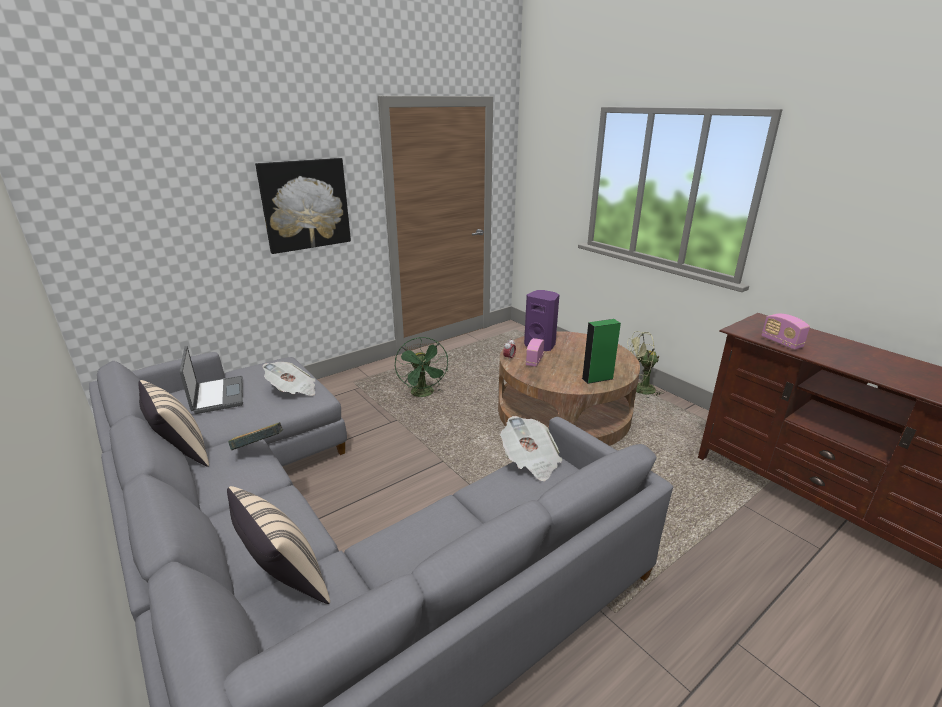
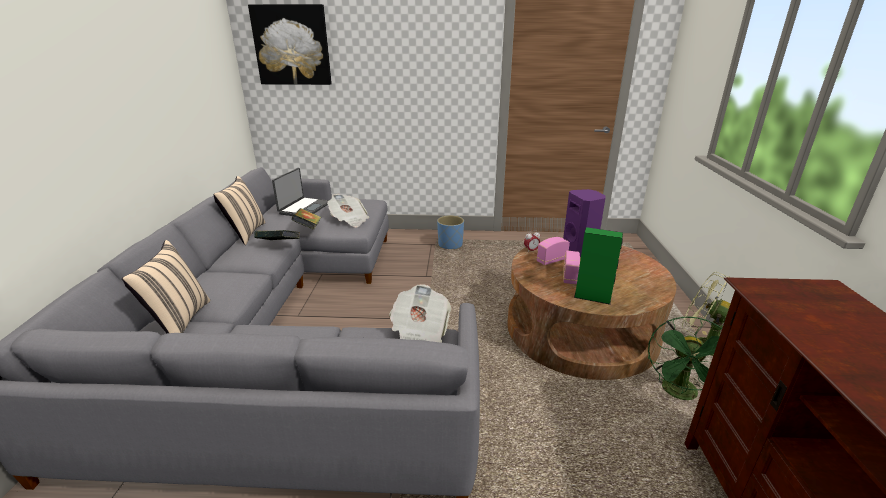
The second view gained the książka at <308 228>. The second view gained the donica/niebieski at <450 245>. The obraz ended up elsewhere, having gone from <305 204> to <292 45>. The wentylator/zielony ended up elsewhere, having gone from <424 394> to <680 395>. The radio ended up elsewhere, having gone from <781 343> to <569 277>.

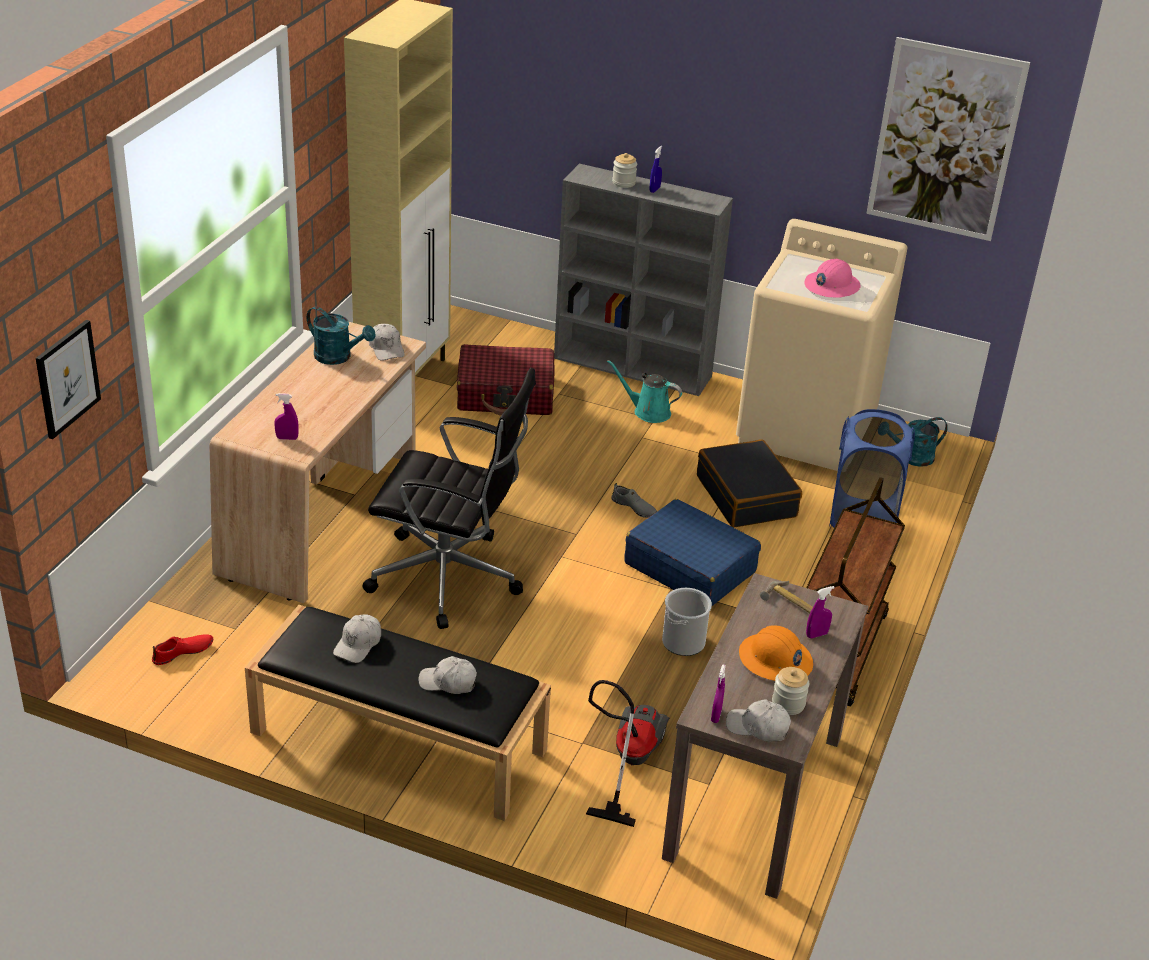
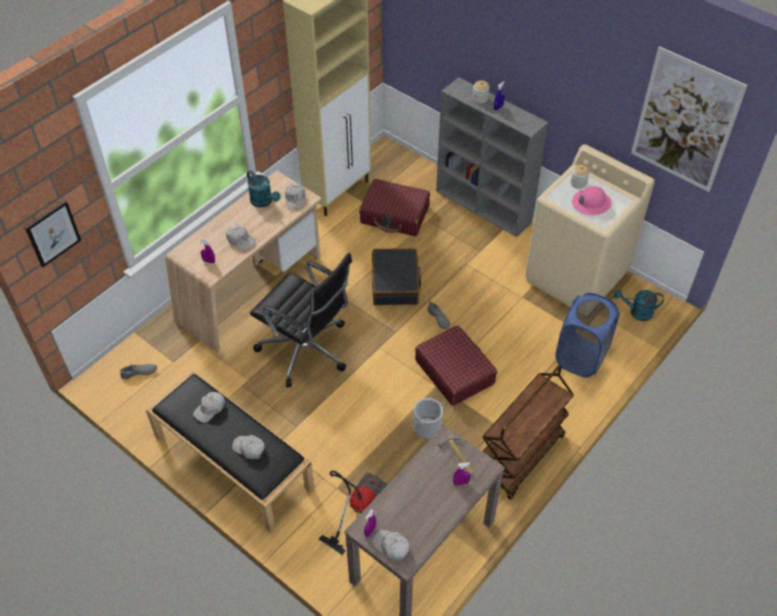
The second view lost the konewka/turkusowy at <648 412>. The second view lost the kask/pomarańczowy at <775 660>. The second view gained the czapka z daszkiem/biały at <241 240>. The walizka/czarny ended up elsewhere, having gone from <747 496> to <395 283>. The słoik ended up elsewhere, having gone from <788 704> to <578 183>. What was the but/czerwony at <183 653> turned into the but/szary at <139 373>. What was the walizka/niebieski at <690 567> turned into the walizka/czerwony at <454 371>.

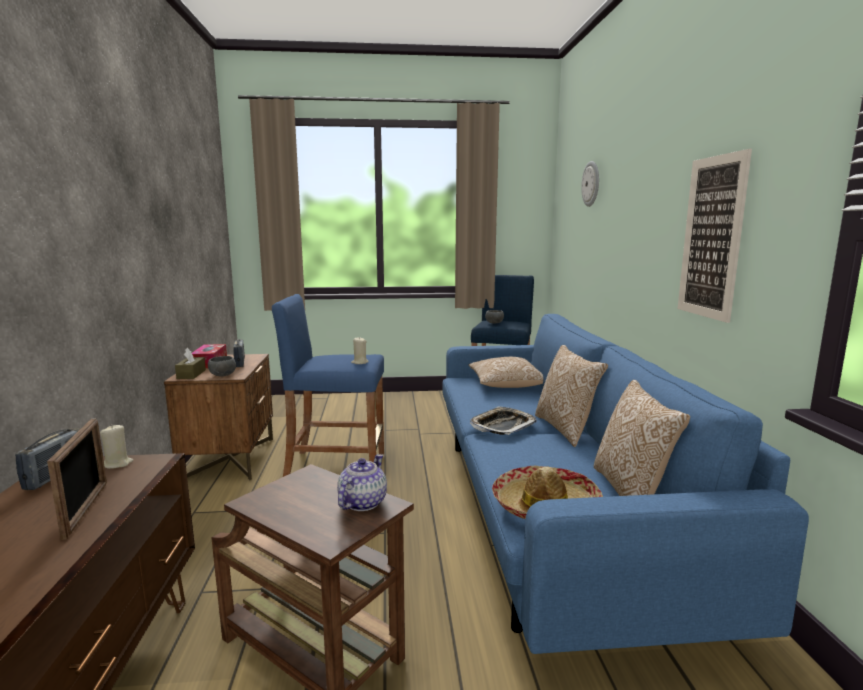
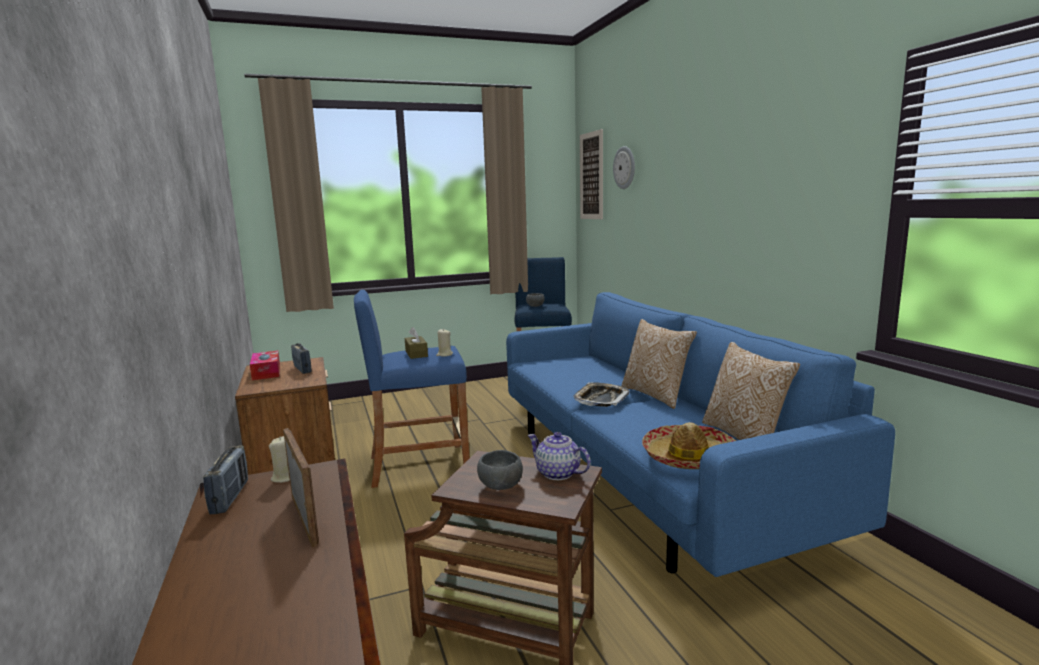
The second view lost the poduszka at <505 385>. The pudełko chusteczek/brązowy ended up elsewhere, having gone from <191 374> to <416 354>. The miska/szary ended up elsewhere, having gone from <222 375> to <499 486>. The obraz ended up elsewhere, having gone from <711 237> to <591 176>. The imbryk at <362 503> ended up facing another way, 60 degrees counterclockwise from before.

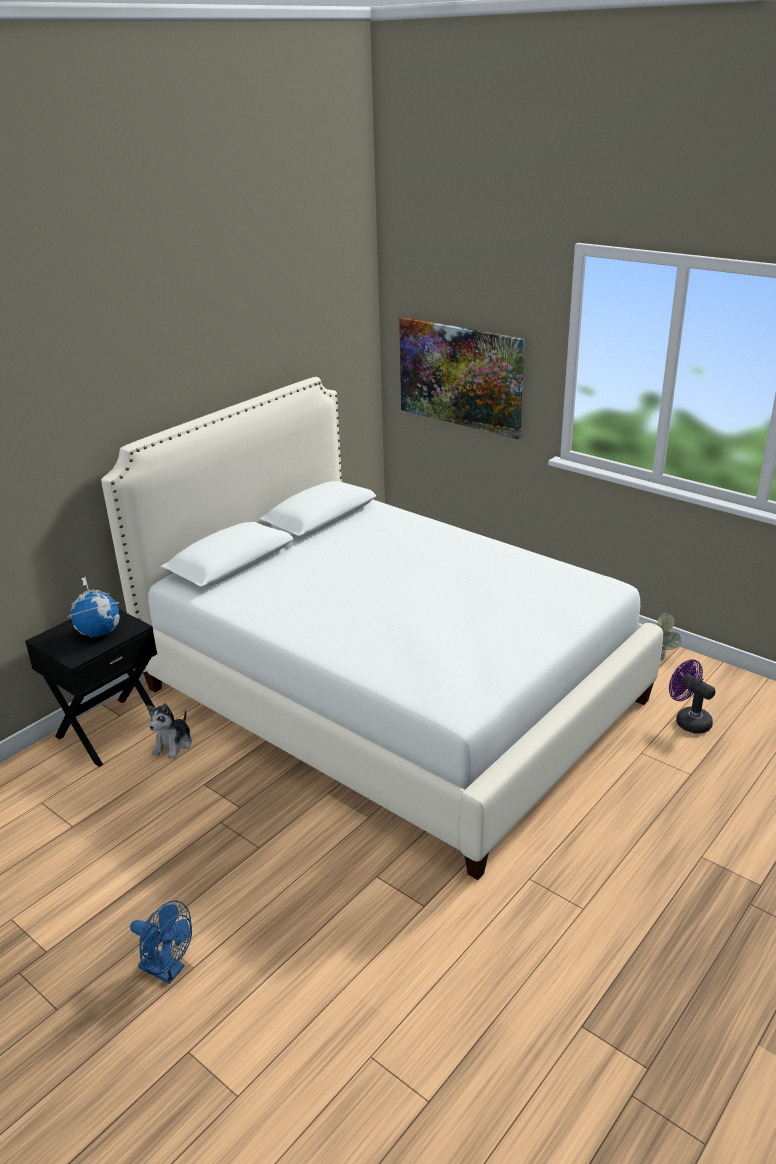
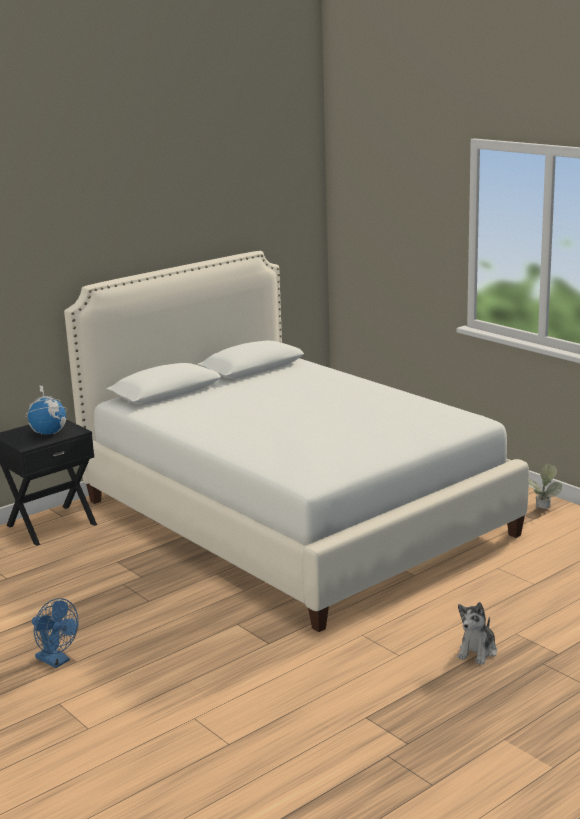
The second view lost the obraz at <460 376>. The second view lost the wentylator/fioletowy at <688 720>. The pluszak ended up elsewhere, having gone from <173 745> to <478 652>.

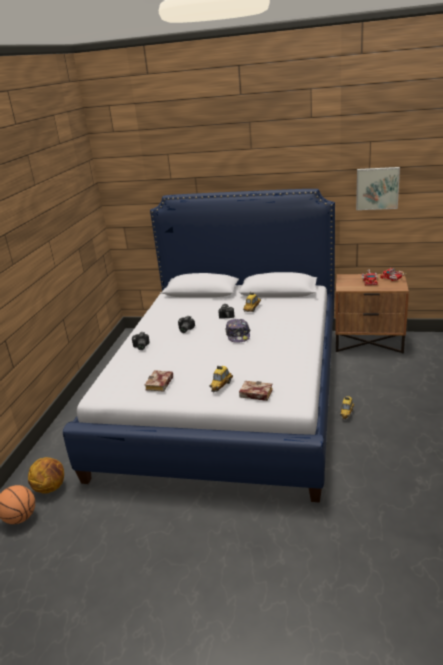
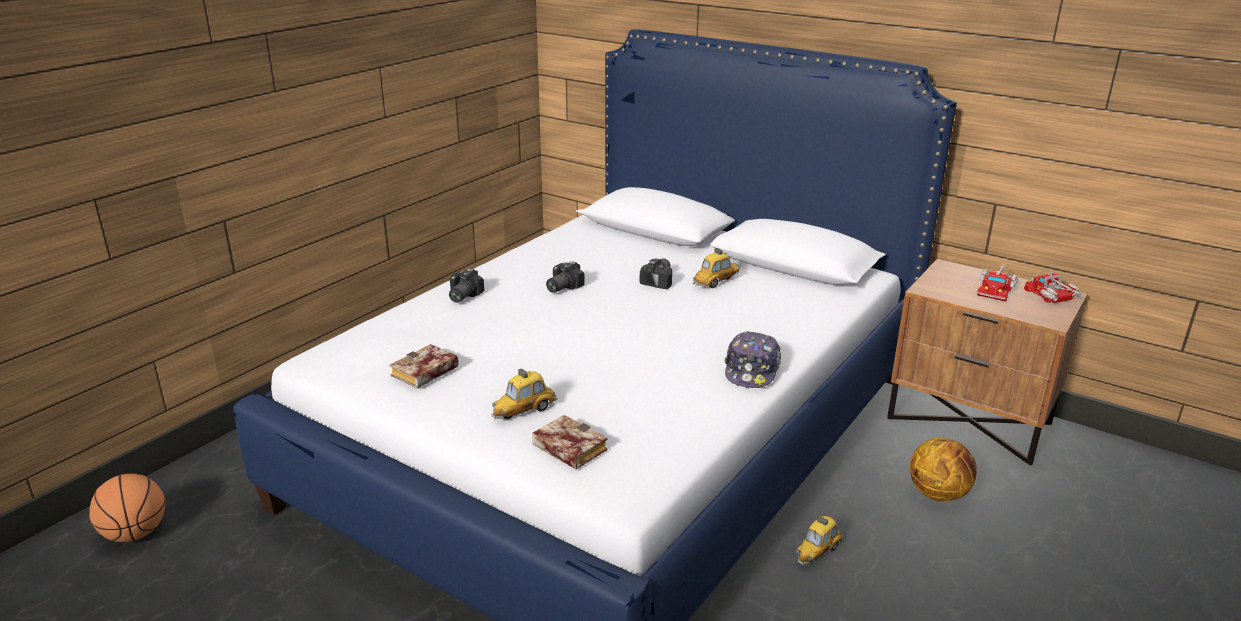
The second view lost the obraz at <377 188>. The piłka do koszykówki ended up elsewhere, having gone from <50 487> to <939 493>. The czapka z daszkiem ended up elsewhere, having gone from <238 335> to <752 370>.

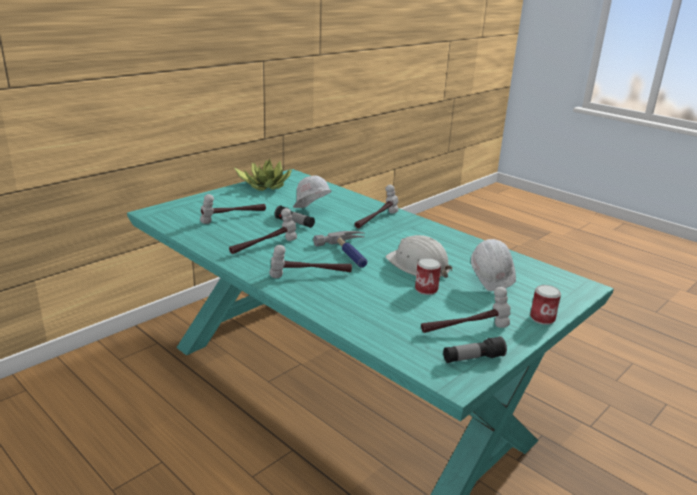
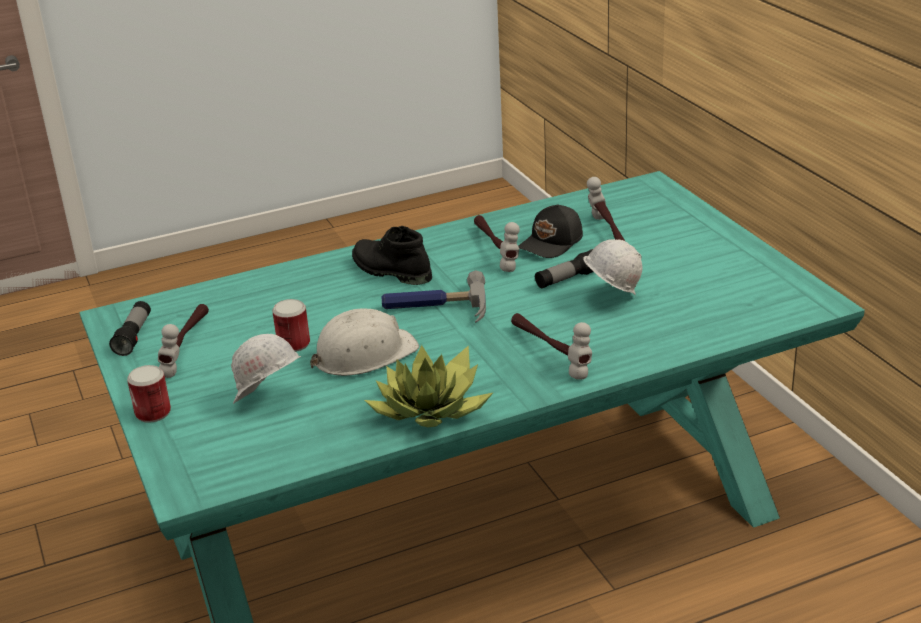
The second view gained the czapka z daszkiem/czarny at <552 243>. The roślina doniczkowa ended up elsewhere, having gone from <265 185> to <432 410>. Where the młotek stood at <310 275>, the but z cholewką/czarny came to stand at <390 271>.

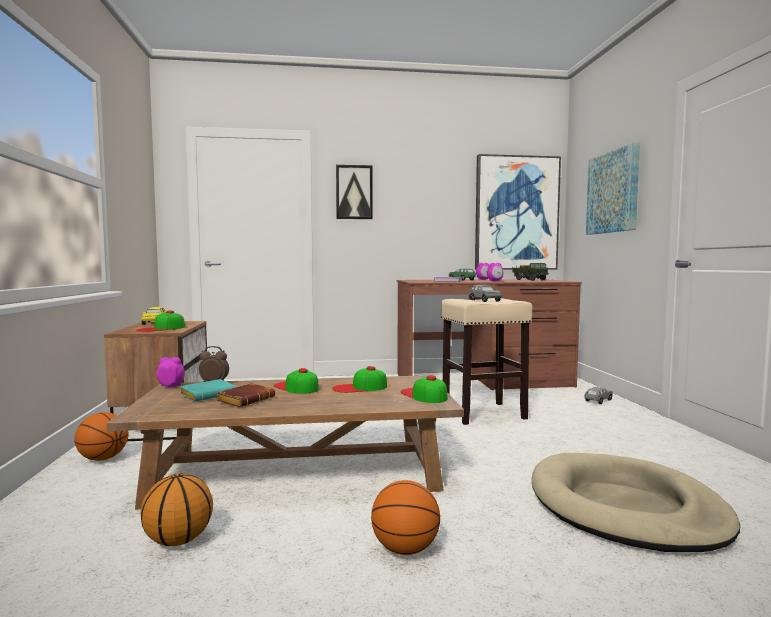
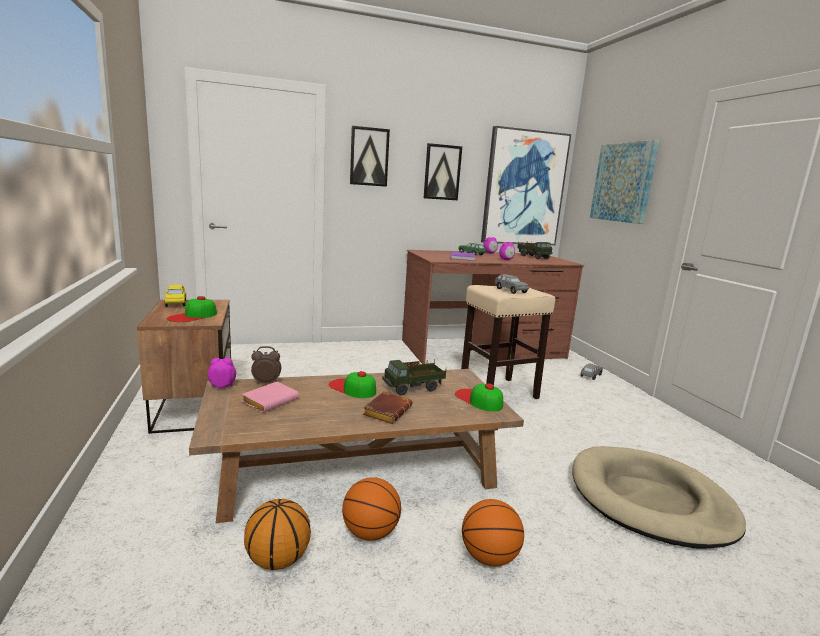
The second view gained the obraz at <442 172>. The piłka do koszykówki ended up elsewhere, having gone from <103 458> to <370 533>. The książka/brązowy ended up elsewhere, having gone from <246 399> to <386 411>. Where the czapka z daszkiem stood at <359 387>, the ciężarówka zabawkowa came to stand at <413 388>. What was the książka/turkusowy at <209 394> turned into the książka/różowy at <270 400>.

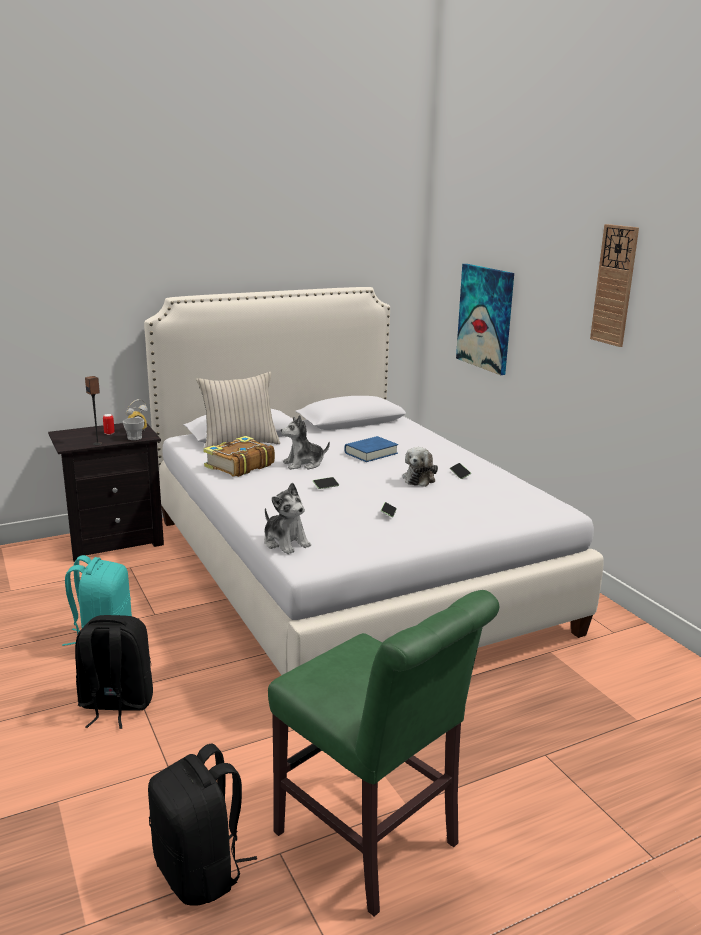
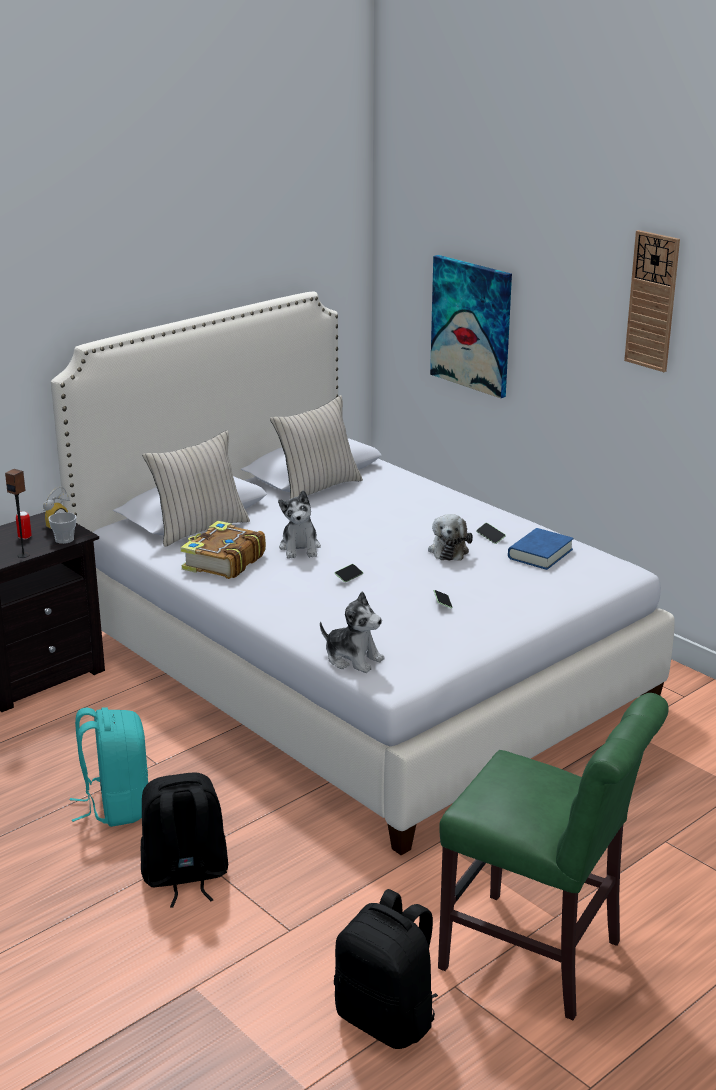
The second view gained the poduszka/beżowy at <317 488>. The książka/niebieski ended up elsewhere, having gone from <371 453> to <540 554>. The pluszak at <304 464> ended up facing another way, 60 degrees counterclockwise from before.

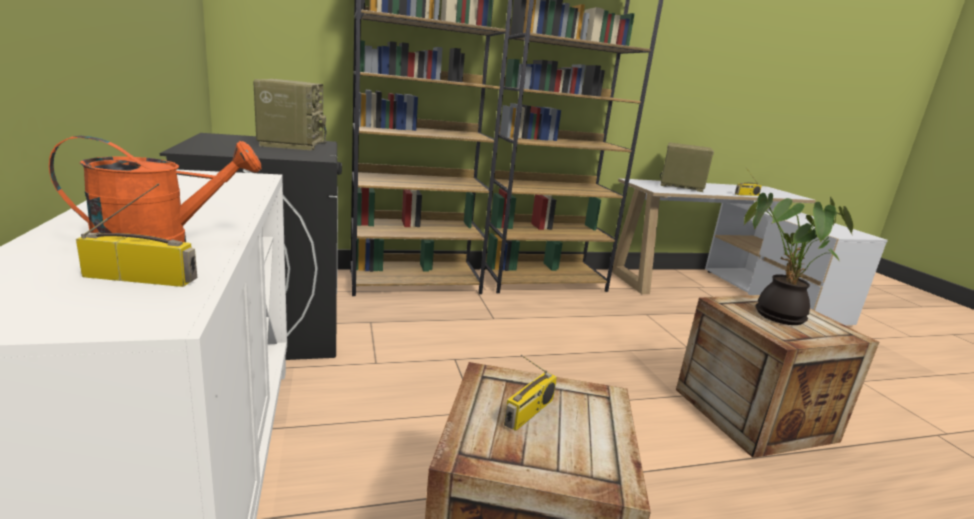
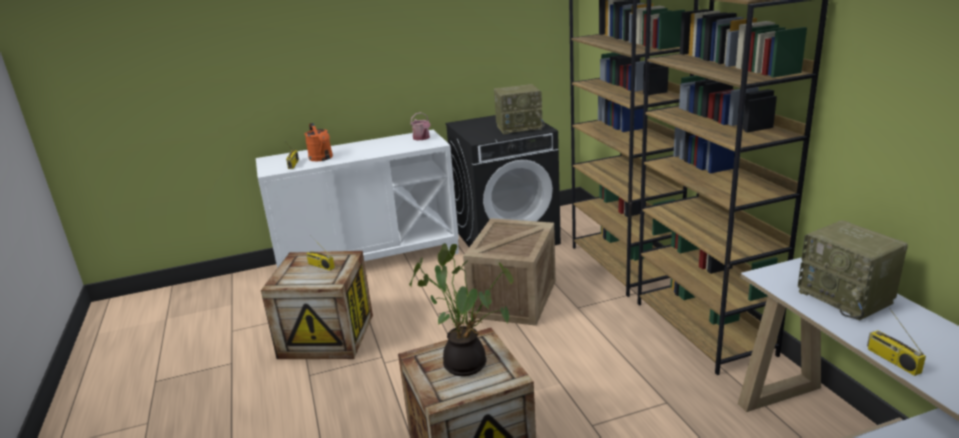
The second view gained the konewka at <422 138>. The second view gained the skrzynka at <514 299>. The radio at <680 186> ended up facing another way, 135 degrees clockwise from before.

